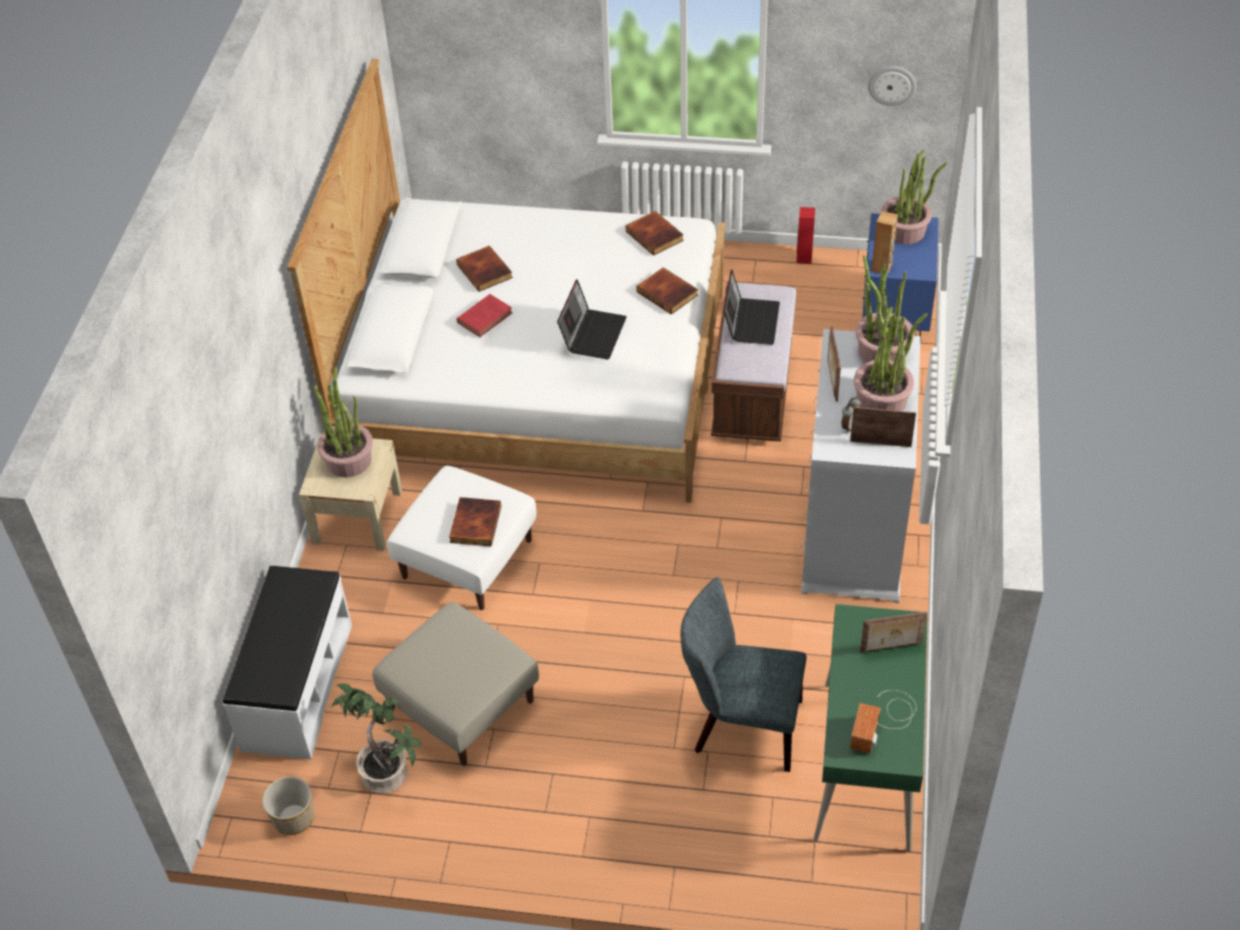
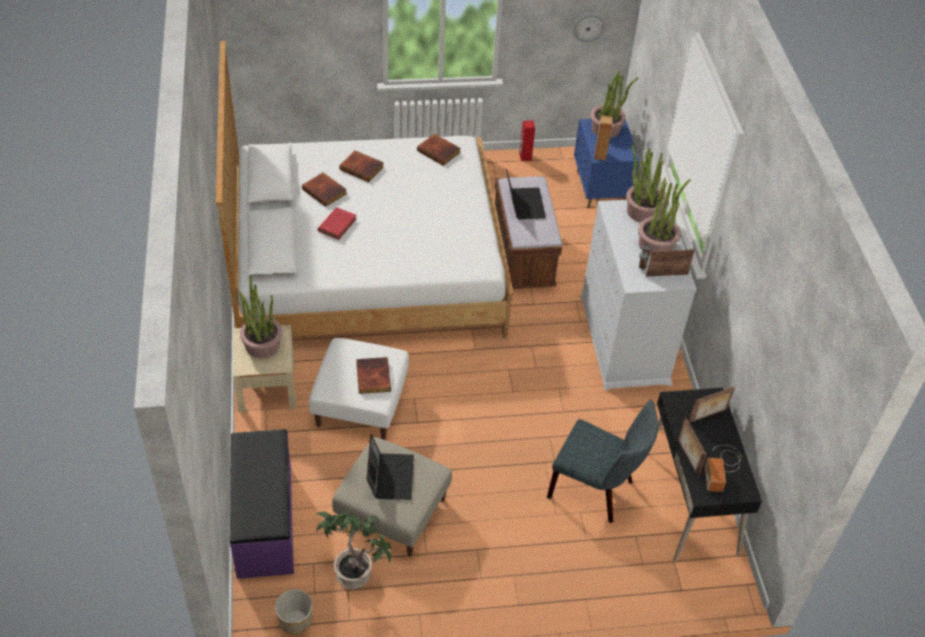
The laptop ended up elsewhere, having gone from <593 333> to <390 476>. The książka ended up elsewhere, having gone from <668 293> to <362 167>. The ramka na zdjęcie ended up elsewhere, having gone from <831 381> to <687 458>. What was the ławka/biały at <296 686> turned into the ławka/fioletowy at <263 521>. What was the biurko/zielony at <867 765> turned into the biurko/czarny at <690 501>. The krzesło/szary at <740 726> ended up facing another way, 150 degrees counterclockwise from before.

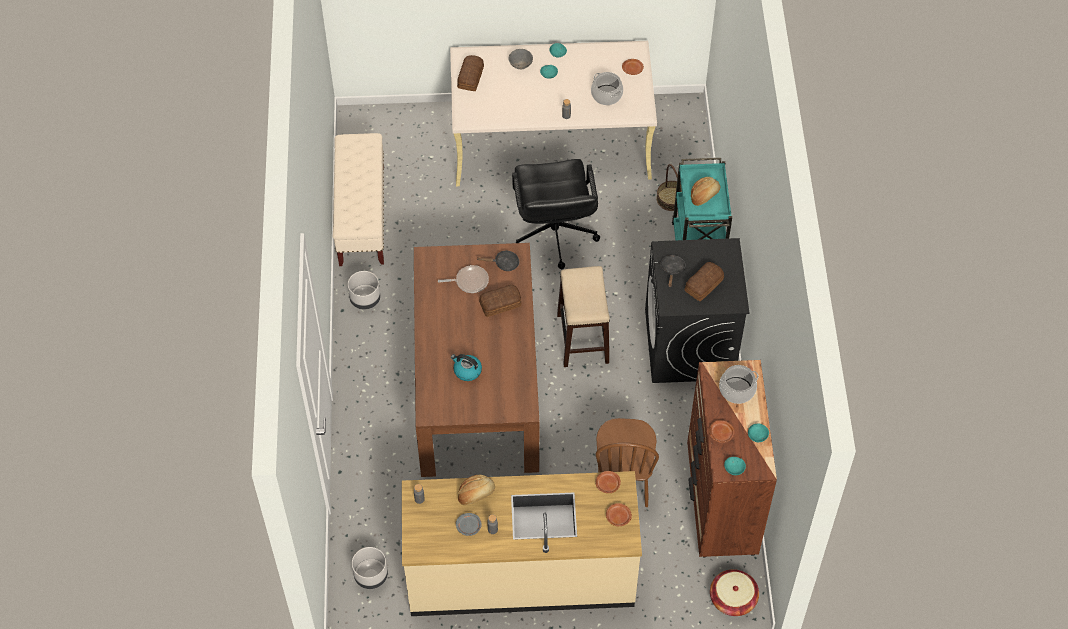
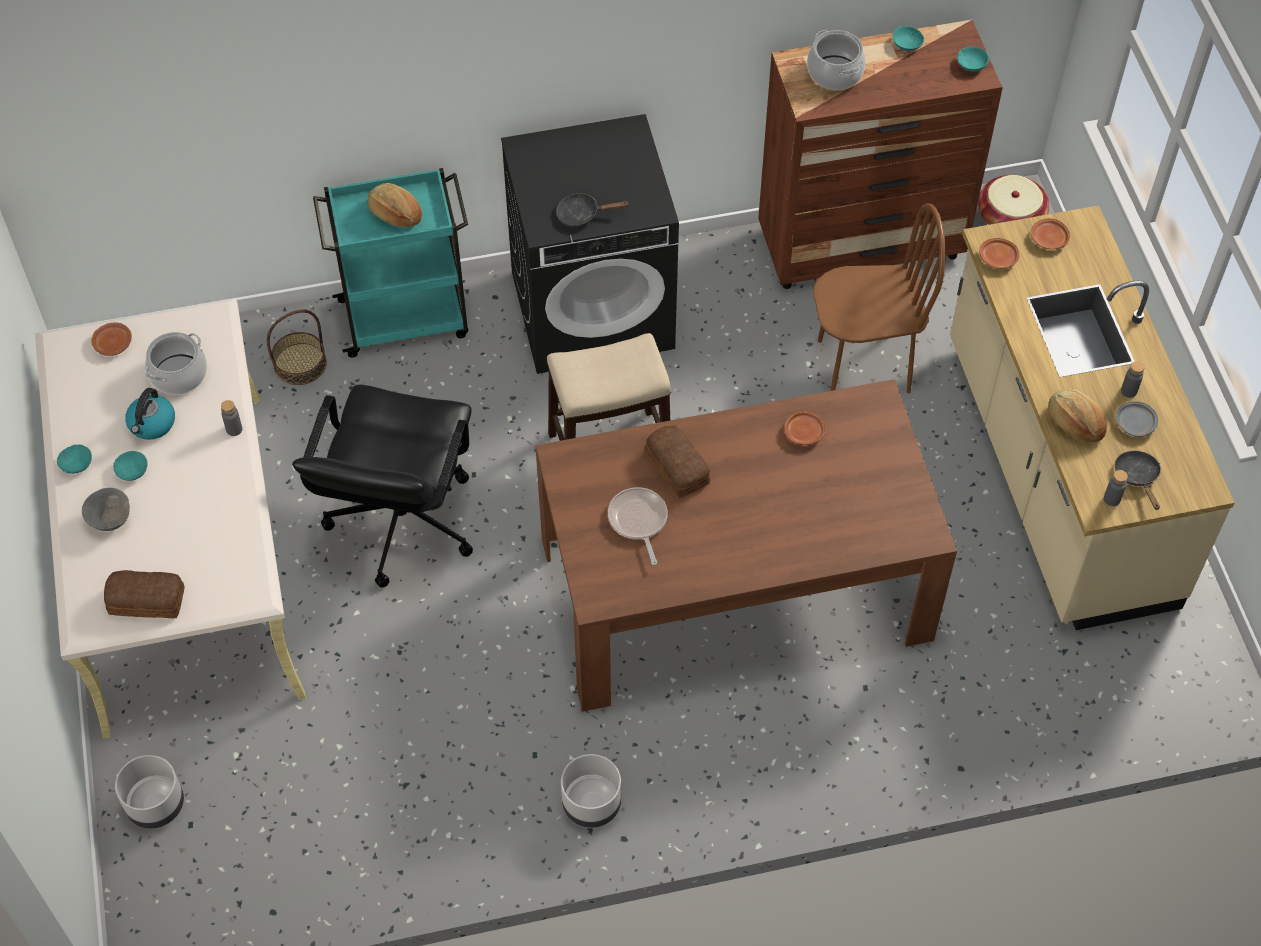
The second view lost the ławka/beżowy at <362 216>. The second view lost the chleb at <703 285>. The donica/szary ended up elsewhere, having gone from <371 576> to <156 805>. The czajnik ended up elsewhere, having gone from <467 371> to <152 424>. The patelnia/czarny ended up elsewhere, having gone from <504 263> to <1137 477>. The talerz/brązowy ended up elsewhere, having gone from <721 434> to <804 432>. The krzesło biurowe/czarny at <554 235> ended up facing another way, 120 degrees clockwise from before.

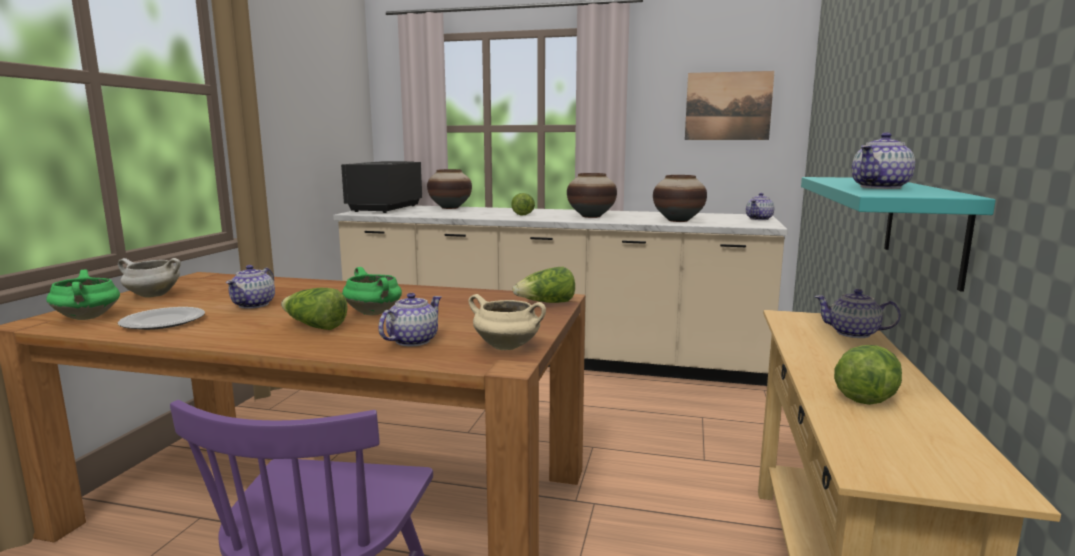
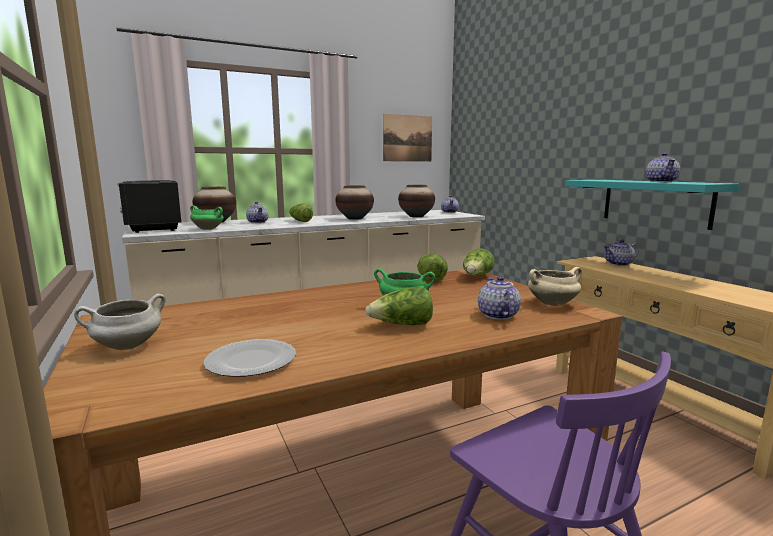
The garnek/zielony ended up elsewhere, having gone from <88 317> to <208 229>. The imbryk ended up elsewhere, having gone from <254 304> to <258 222>. The sałata ended up elsewhere, having gone from <865 394> to <430 279>.

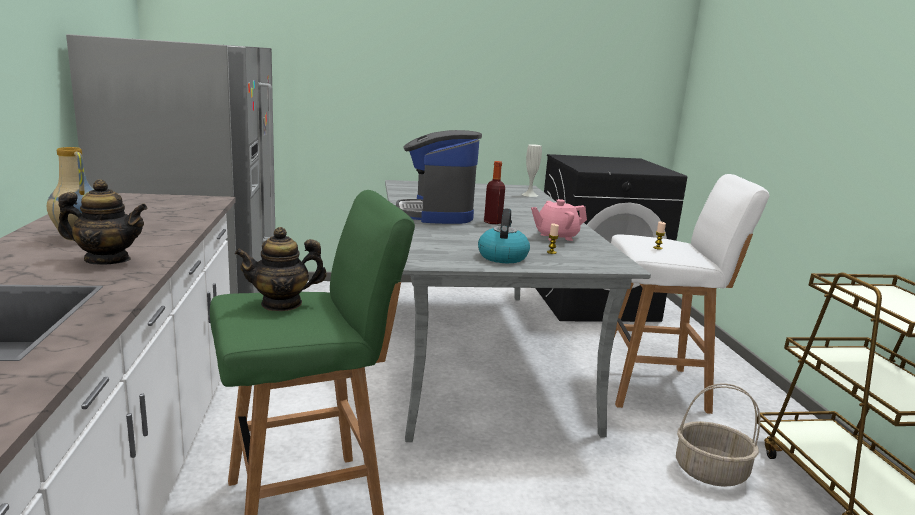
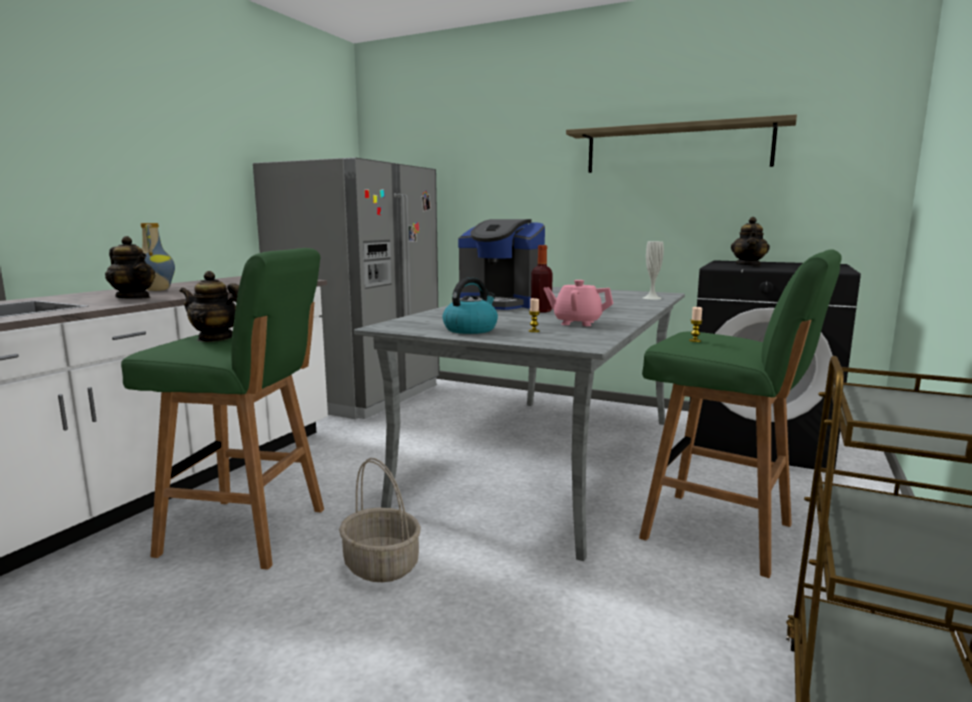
The second view gained the półka at <676 148>. The second view gained the imbryk at <748 265>. The koszyk ended up elsewhere, having gone from <711 471> to <382 566>. What was the stołek/biały at <655 387> turned into the stołek/zielony at <721 533>. The ekspres do kawy at <436 214> ended up facing another way, 90 degrees counterclockwise from before.

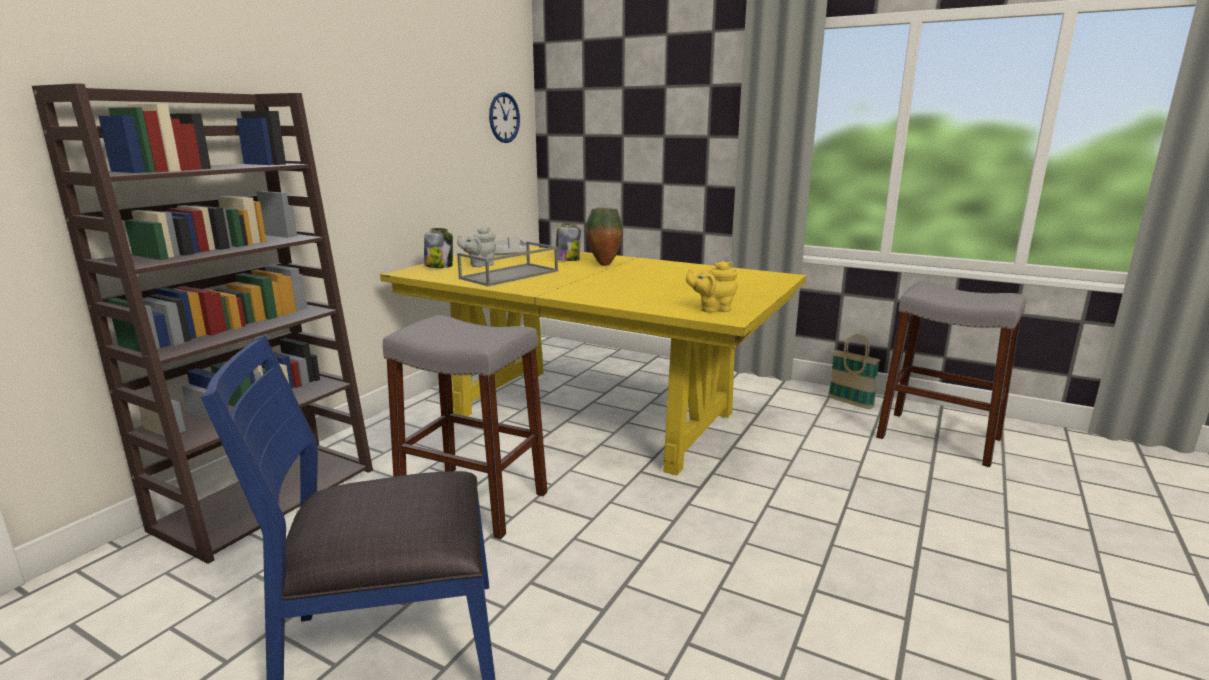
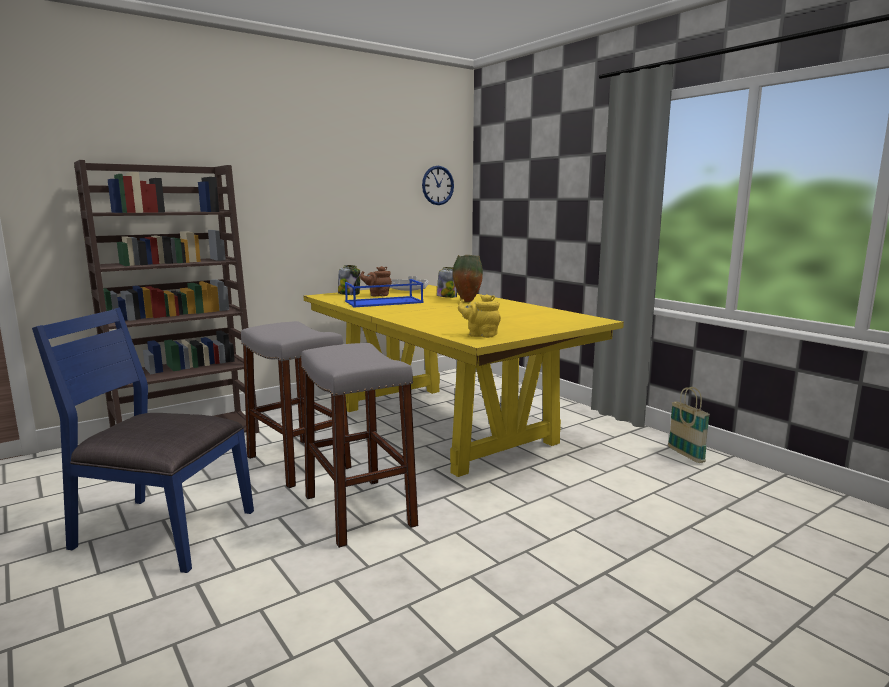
The stołek/szary ended up elsewhere, having gone from <938 438> to <359 510>. What was the imbryk/szary at <480 265> turned into the imbryk/brązowy at <377 295>. What was the taca/szary at <509 275> turned into the taca/niebieski at <383 302>.

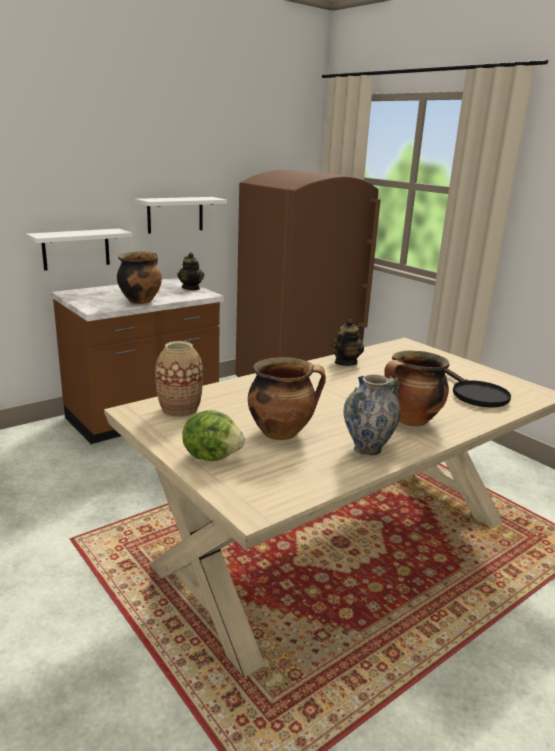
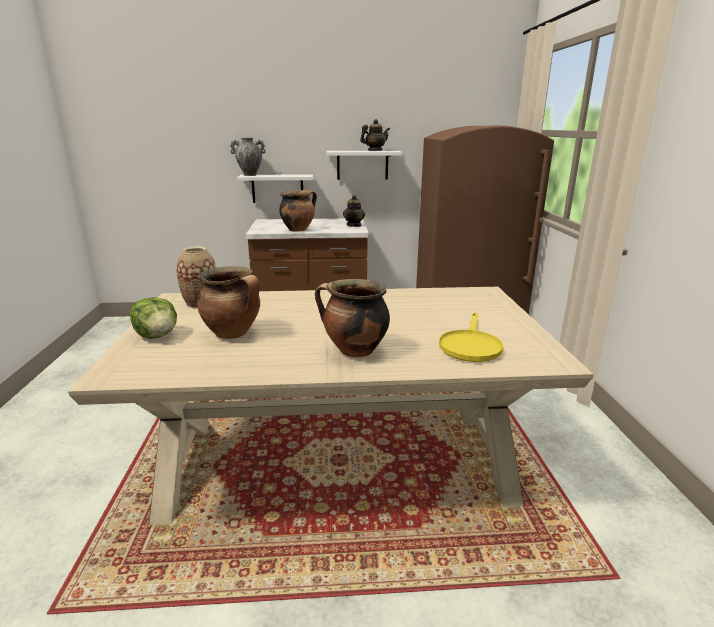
The imbryk ended up elsewhere, having gone from <345 362> to <375 151>. The wazon ended up elsewhere, having gone from <367 449> to <250 175>. What was the patelnia/czarny at <474 394> turned into the patelnia/żółty at <470 345>.

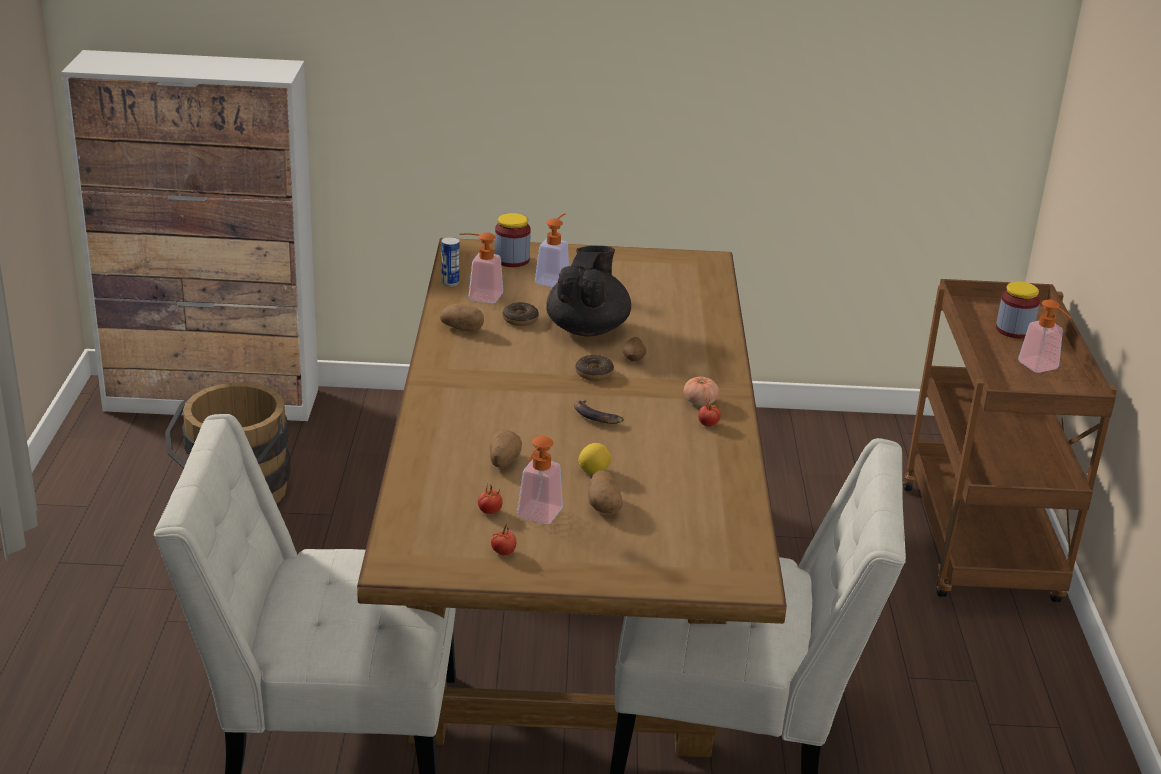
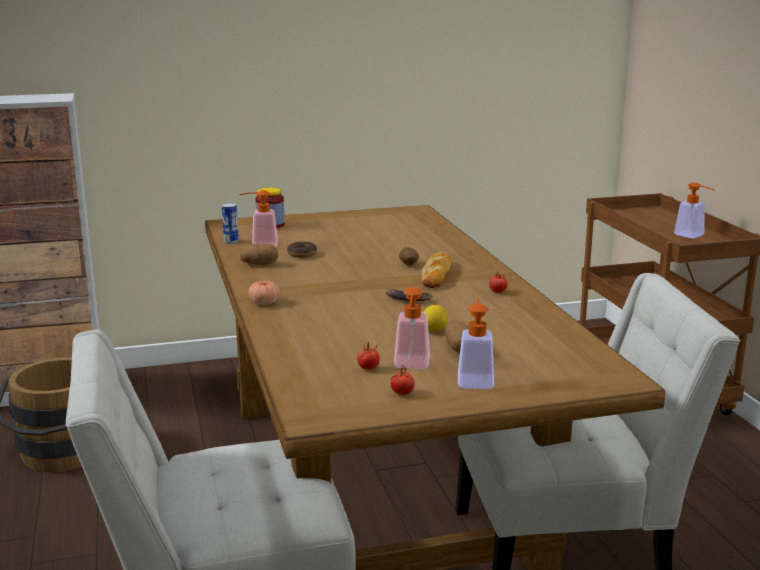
The second view lost the ziemniak at <503 461>. The second view lost the imbryk/czarny at <587 328>. The second view lost the donut at <594 373>. The second view lost the słoik at <1014 330>. The second view gained the chleb at <436 275>. The dozownik mydła ended up elsewhere, having gone from <554 279> to <475 379>. The pomidor ended up elsewhere, having gone from <700 402> to <264 303>.

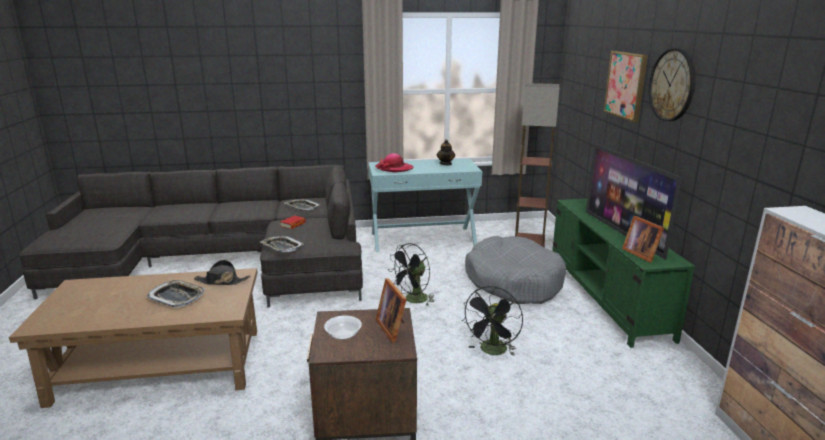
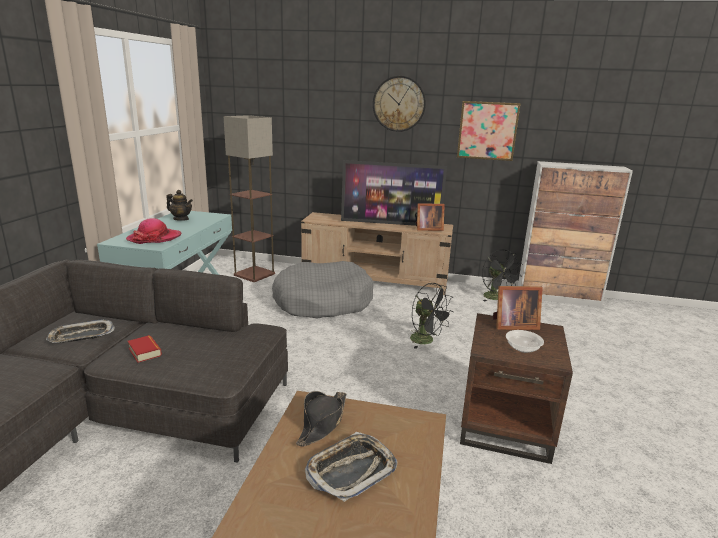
The second view lost the taca at <282 247>. The wentylator/czarny ended up elsewhere, having gone from <413 300> to <496 298>. The obraz ended up elsewhere, having gone from <626 85> to <487 130>. What was the szafka pod telewizor/zielony at <606 296> turned into the szafka pod telewizor/beżowy at <375 280>.

